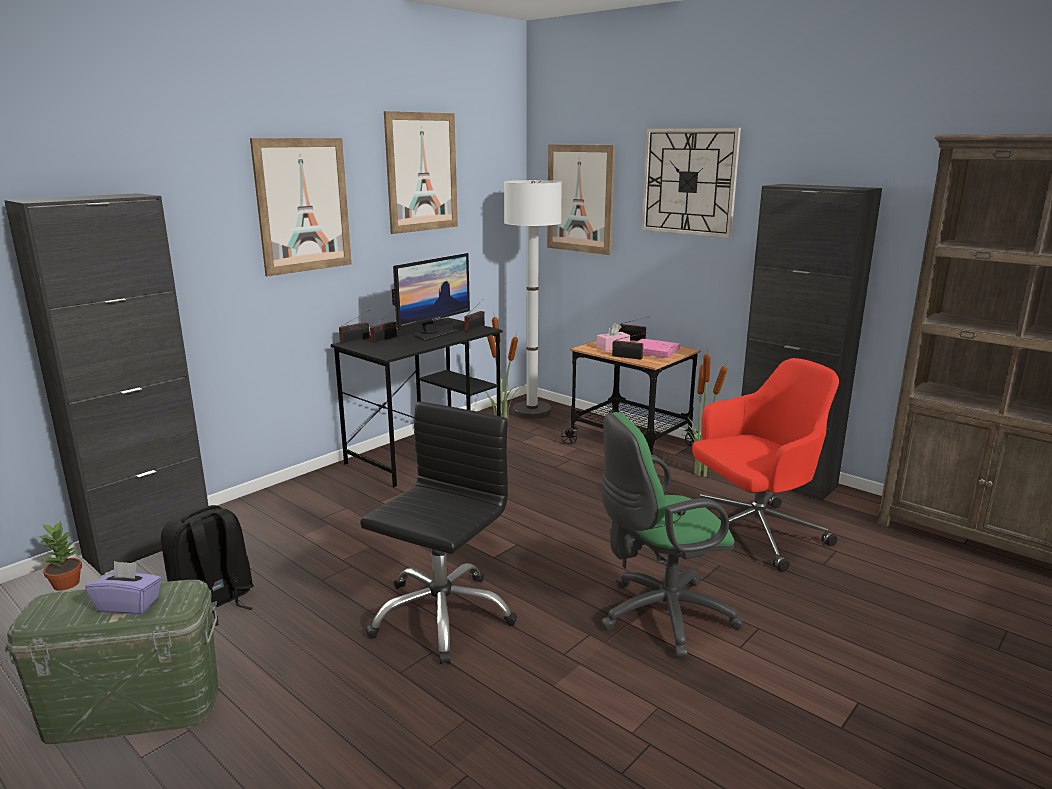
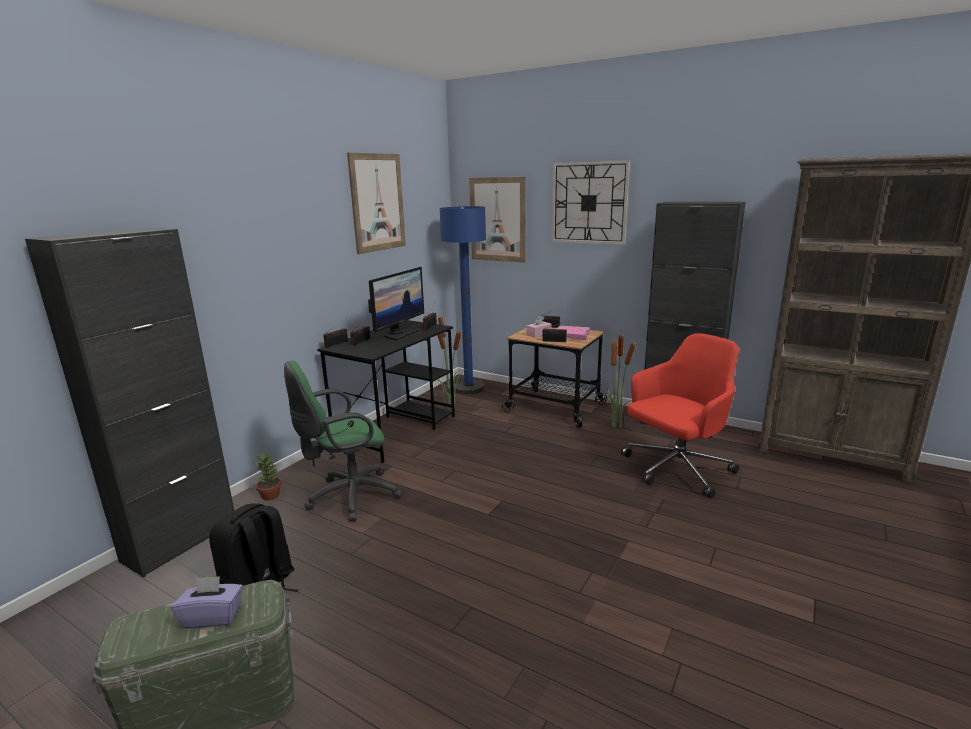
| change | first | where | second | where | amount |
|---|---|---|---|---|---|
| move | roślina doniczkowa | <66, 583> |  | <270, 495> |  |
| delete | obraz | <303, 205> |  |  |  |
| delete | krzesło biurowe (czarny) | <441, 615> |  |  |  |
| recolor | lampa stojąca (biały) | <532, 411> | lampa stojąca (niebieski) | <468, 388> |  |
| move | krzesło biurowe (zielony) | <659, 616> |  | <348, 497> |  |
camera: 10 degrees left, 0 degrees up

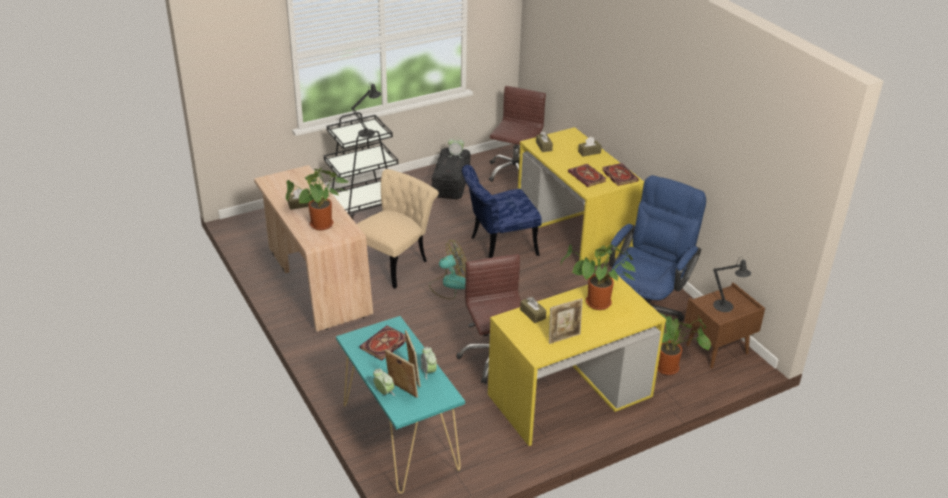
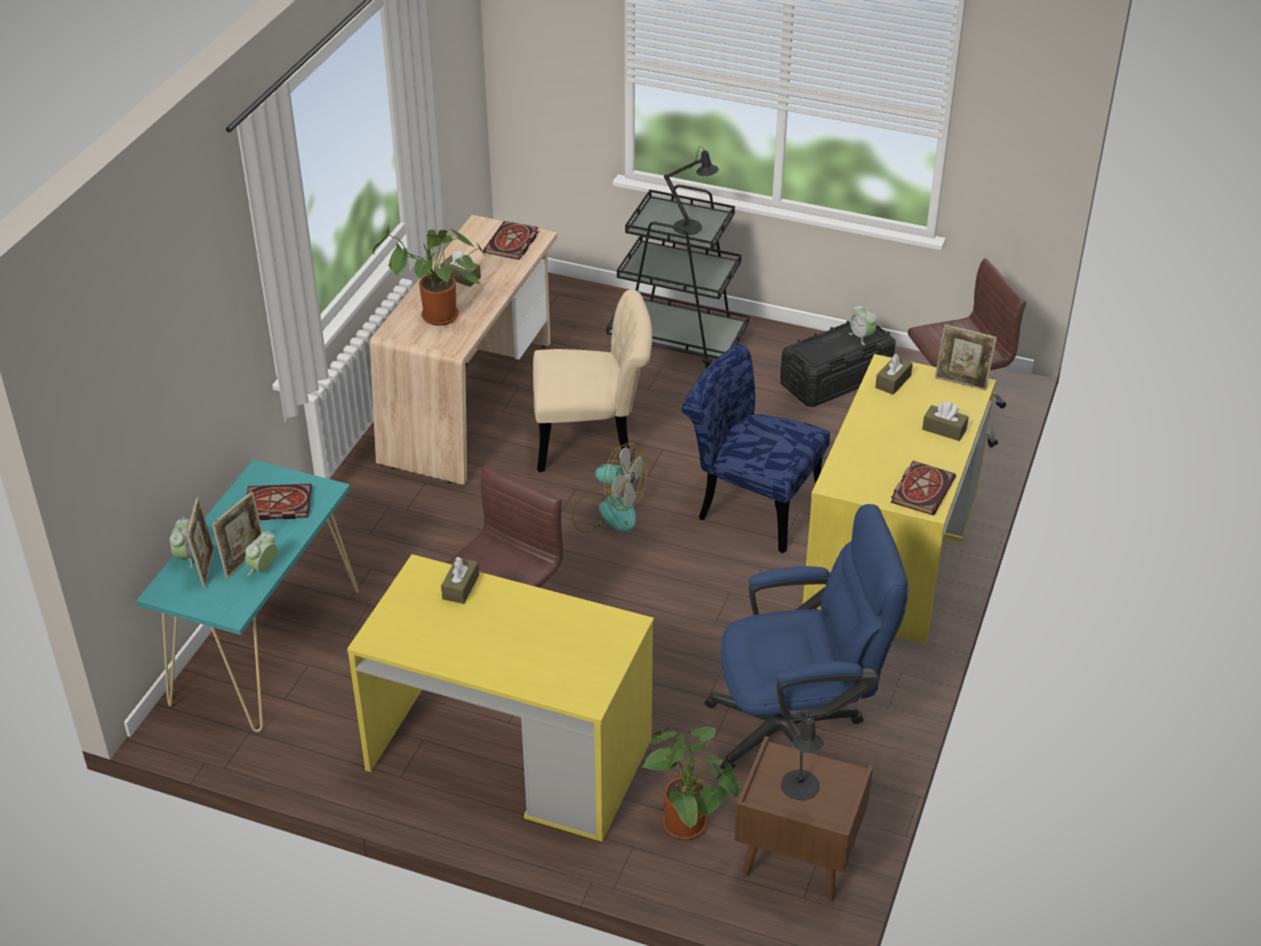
| change | first | where | second | where | amount |
|---|---|---|---|---|---|
| move | ramka na zdjęcie | <564, 337> |  | <961, 382> |  |
| delete | roślina doniczkowa | <596, 305> |  |  |  |
| move | książka | <588, 177> |  | <512, 244> |  |
camera: 50 degrees right, 5 degrees up

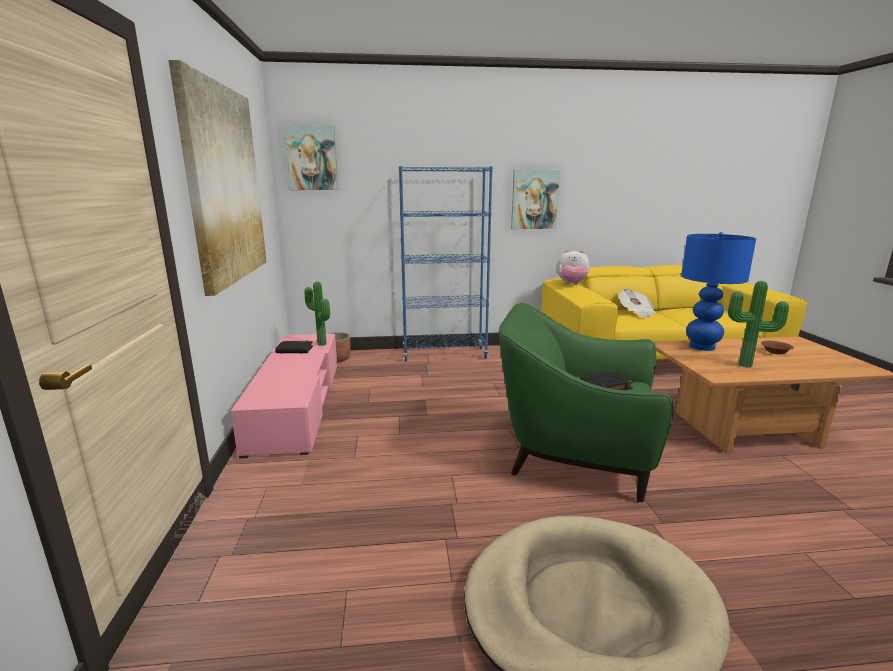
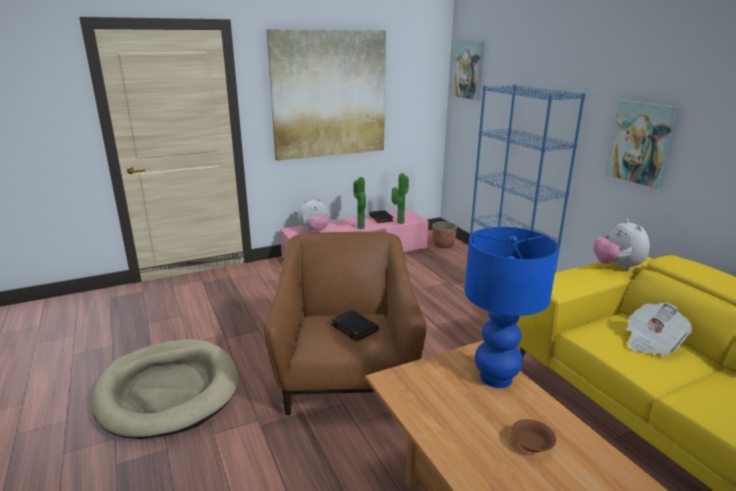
| change | first | where | second | where | amount |
|---|---|---|---|---|---|
| recolor | fotel (zielony) | <575, 455> | fotel (brązowy) | <346, 376> |  |
| move | roślina doniczkowa | <746, 366> |  | <359, 228> |  |
| insert |  |  | pluszak | <315, 231> |  |
camera: 70 degrees right, 5 degrees up

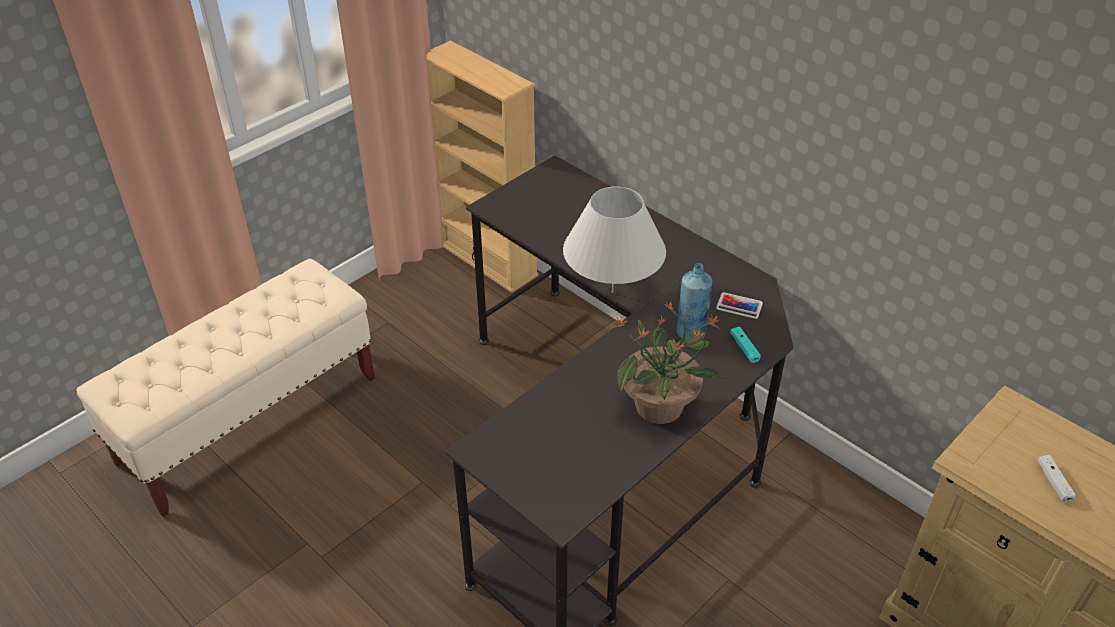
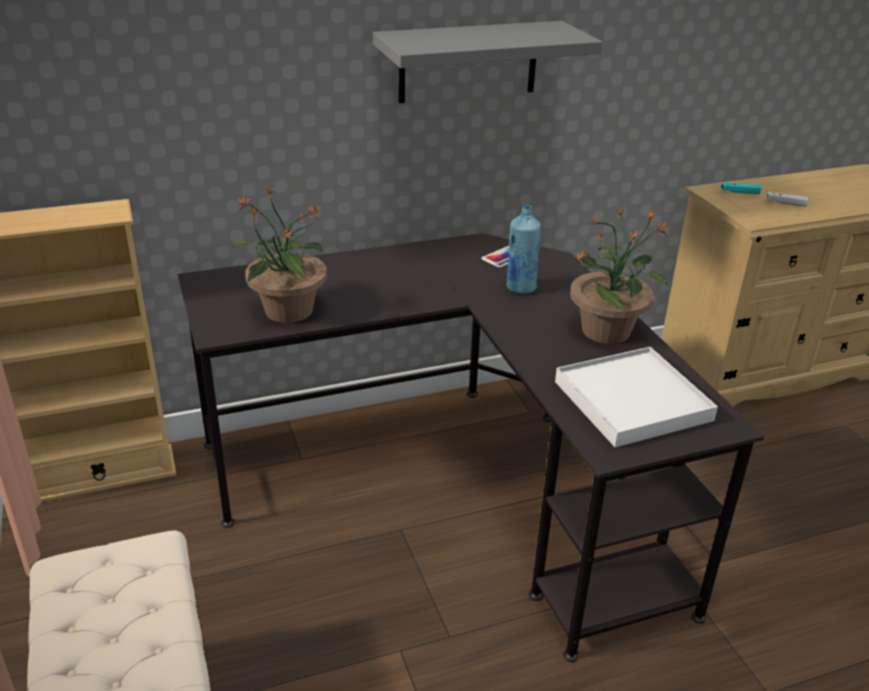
| change | first | where | second | where | amount |
|---|---|---|---|---|---|
| delete | lampa stołowa (biały) | <612, 292> |  |  |  |
| move | pad do gier (turkusowy) | <744, 348> |  | <740, 192> |  |
| insert |  |  | roślina doniczkowa | <287, 311> |  |
| insert |  |  | półka (szary) | <468, 62> |  |
| insert |  |  | taca (biały) | <631, 401> |  |
camera: 65 degrees left, 10 degrees down

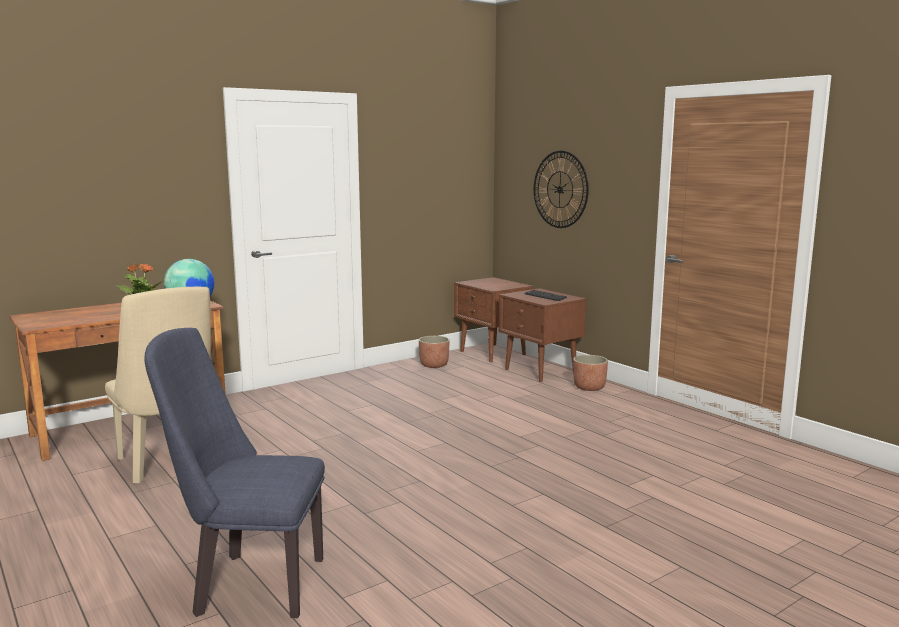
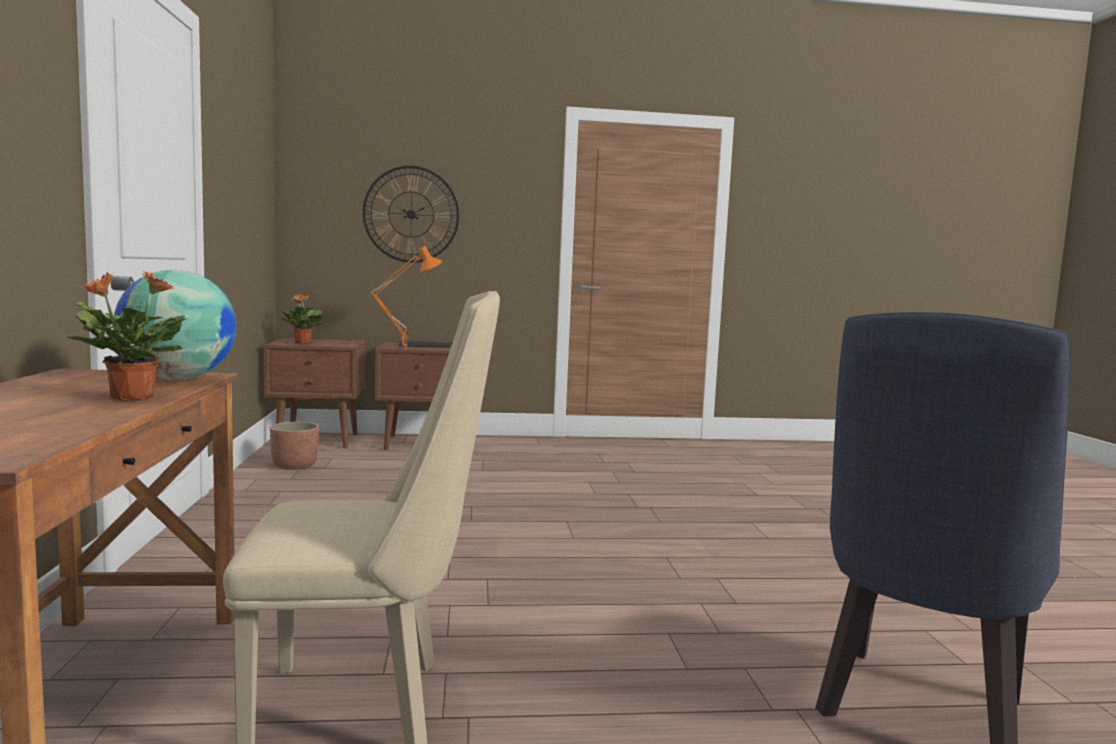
| change | first | where | second | where | amount |
|---|---|---|---|---|---|
| delete | donica | <589, 387> |  |  |  |
| insert |  |  | roślina doniczkowa | <302, 343> |  |
| insert |  |  | lampa stołowa (pomarańczowy) | <405, 348> |  |
camera: 60 degrees left, 5 degrees down

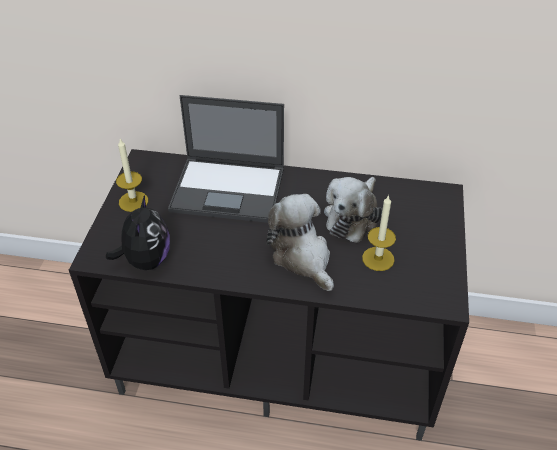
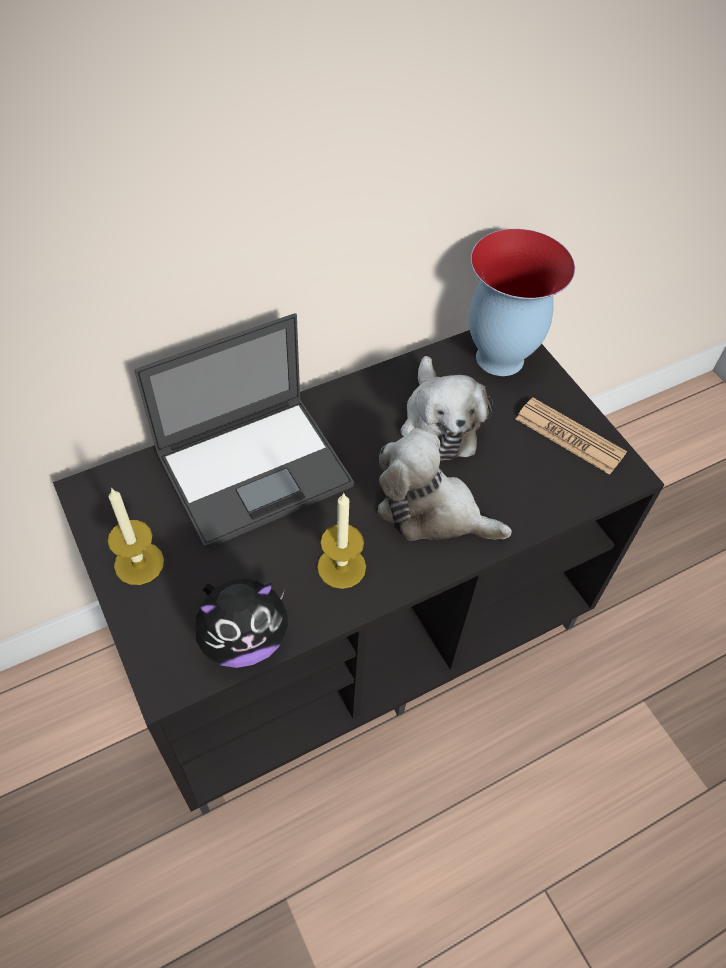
| change | first | where | second | where | amount |
|---|---|---|---|---|---|
| rotate | pluszak | <146, 260> |  | <244, 639> | 105 degrees clockwise |
| move | świeca | <378, 259> |  | <341, 567> |  |
| insert |  |  | wazon | <498, 357> |  |
| insert |  |  | gazeta | <569, 436> |  |
camera: 40 degrees left, 10 degrees up

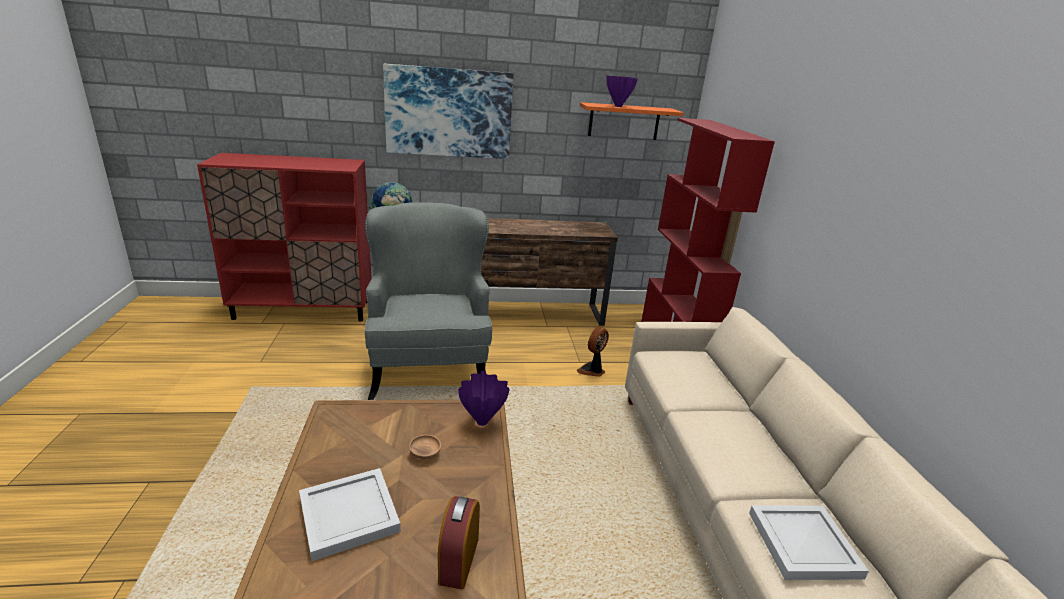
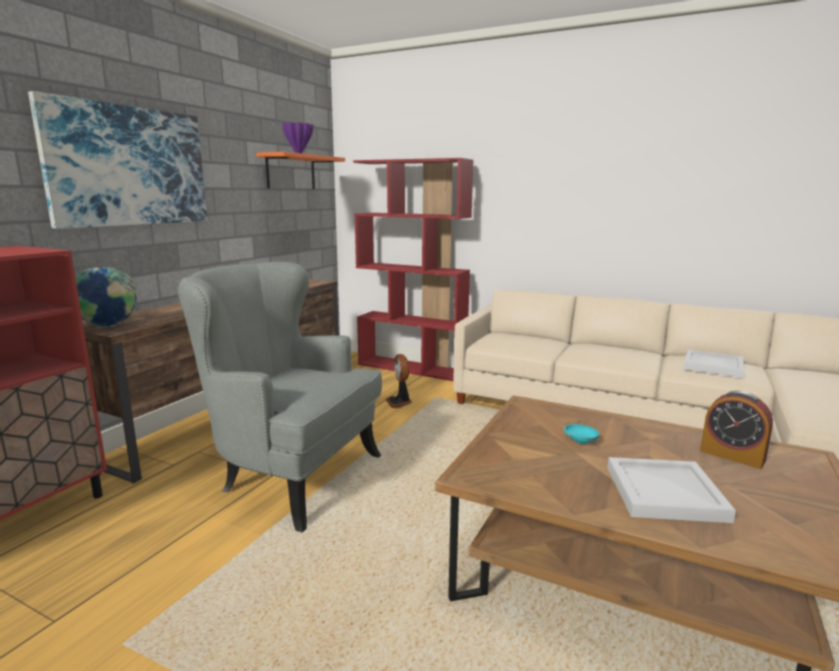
| change | first | where | second | where | amount |
|---|---|---|---|---|---|
| recolor | miska (brązowy) | <425, 454> | miska (turkusowy) | <580, 441> |  |
| delete | wazon (fioletowy) | <482, 423> |  |  |  |
camera: 55 degrees left, 10 degrees down

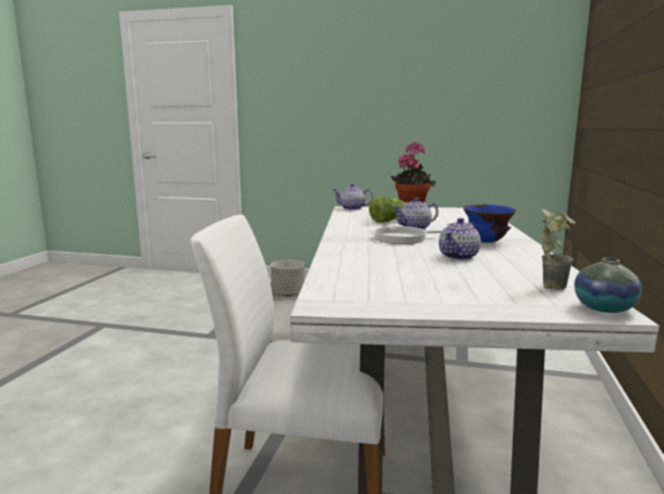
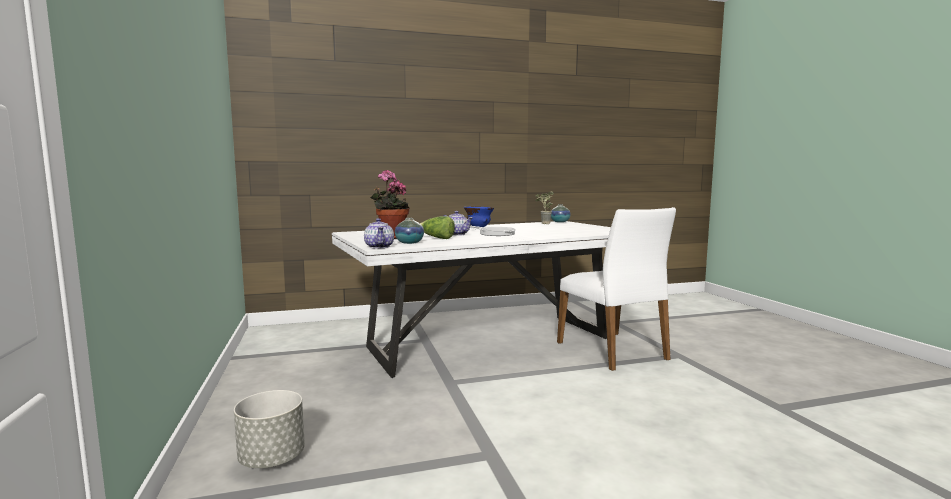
| change | first | where | second | where | amount |
|---|---|---|---|---|---|
| delete | imbryk | <459, 256> |  |  |  |
| insert |  |  | wazon | <409, 243> |  |
camera: 120 degrees left, 5 degrees down

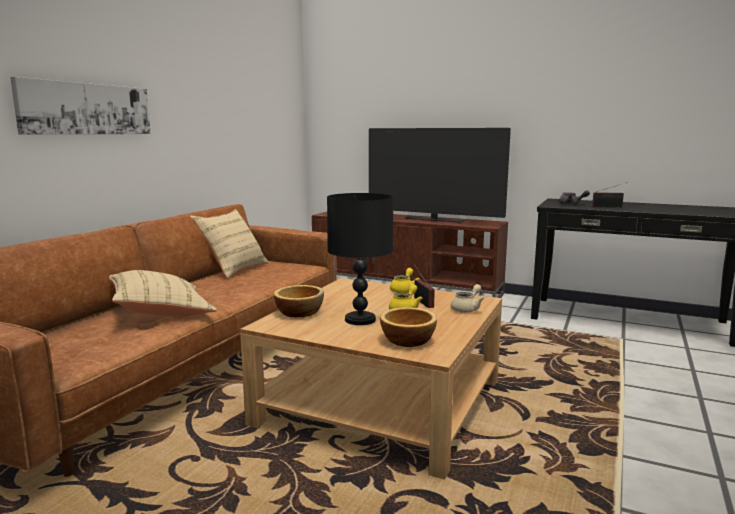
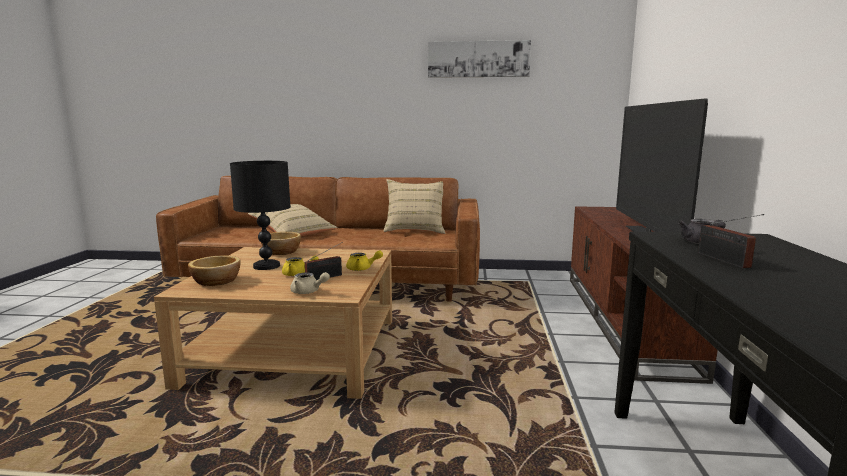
| change | first | where | second | where | amount |
|---|---|---|---|---|---|
| move | obraz | <86, 109> |  | <478, 59> |  |
camera: 70 degrees right, 0 degrees up

